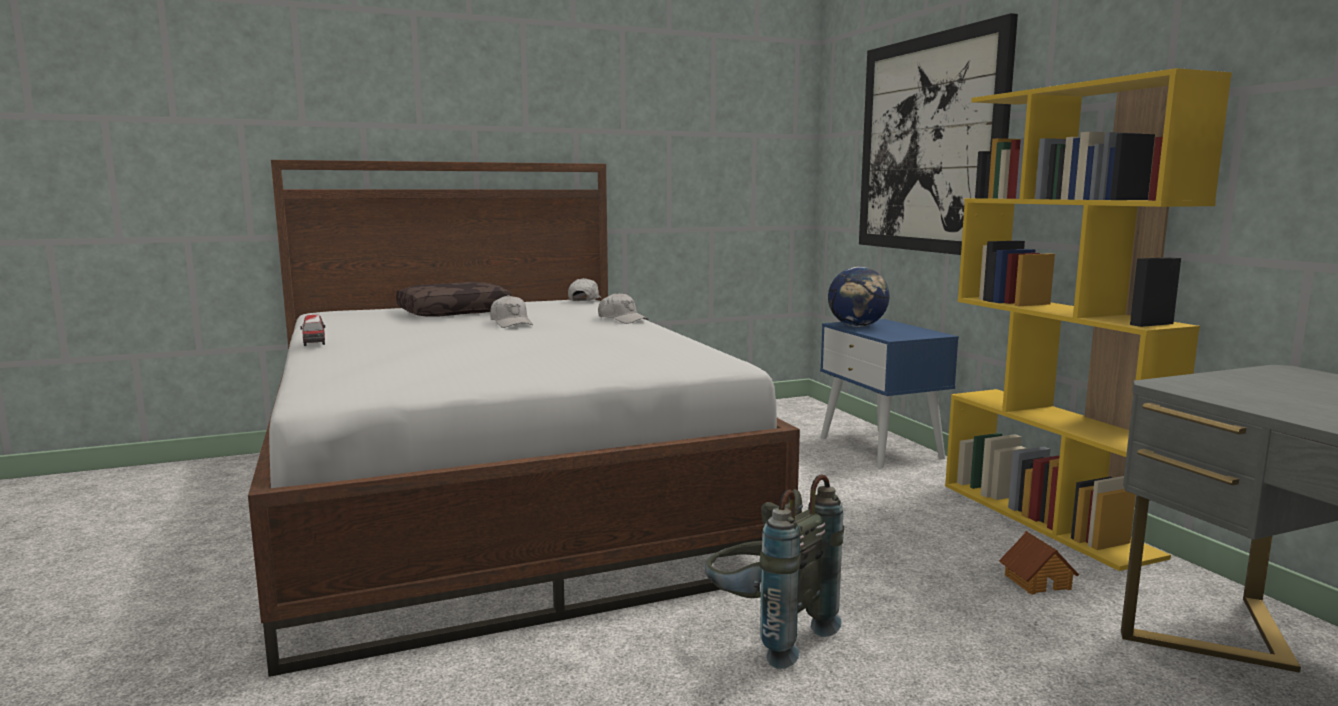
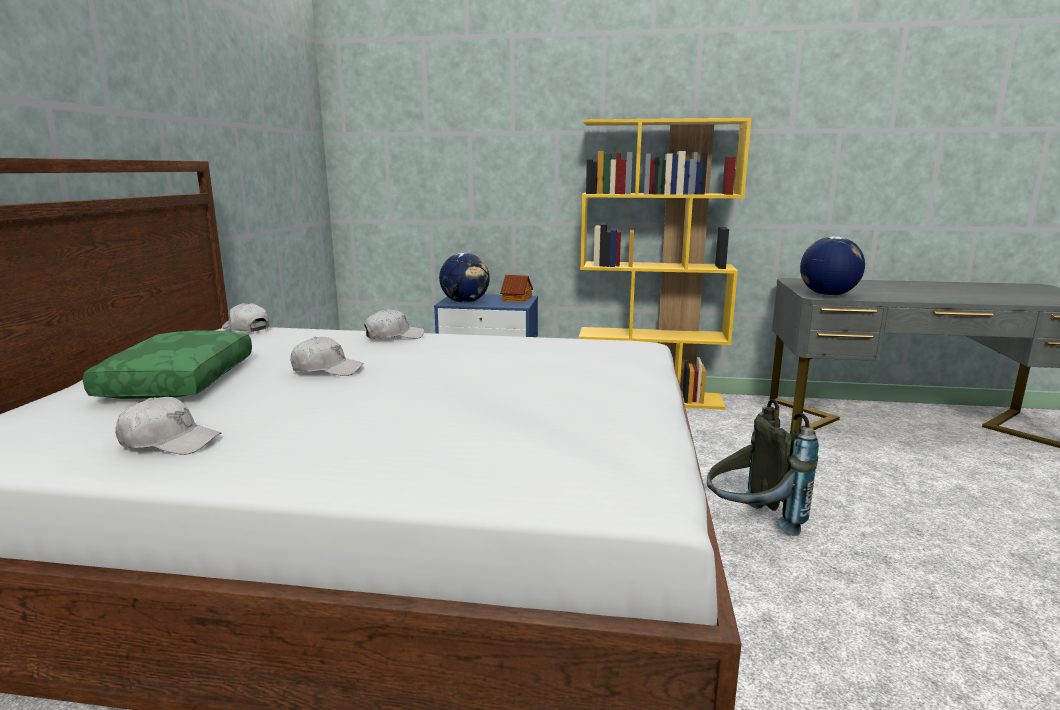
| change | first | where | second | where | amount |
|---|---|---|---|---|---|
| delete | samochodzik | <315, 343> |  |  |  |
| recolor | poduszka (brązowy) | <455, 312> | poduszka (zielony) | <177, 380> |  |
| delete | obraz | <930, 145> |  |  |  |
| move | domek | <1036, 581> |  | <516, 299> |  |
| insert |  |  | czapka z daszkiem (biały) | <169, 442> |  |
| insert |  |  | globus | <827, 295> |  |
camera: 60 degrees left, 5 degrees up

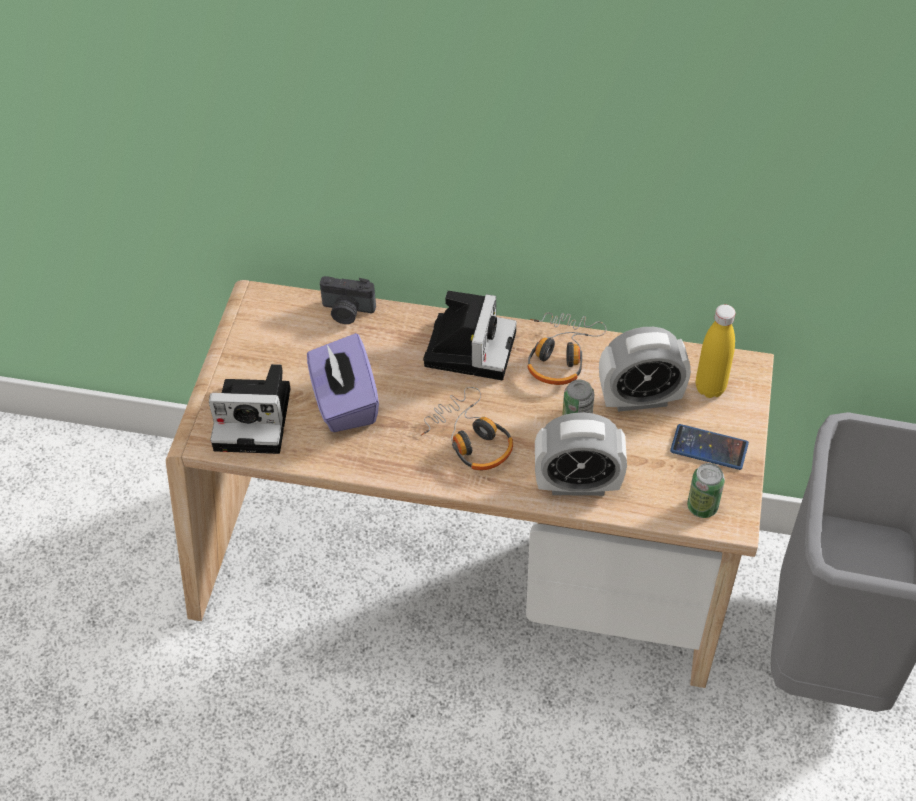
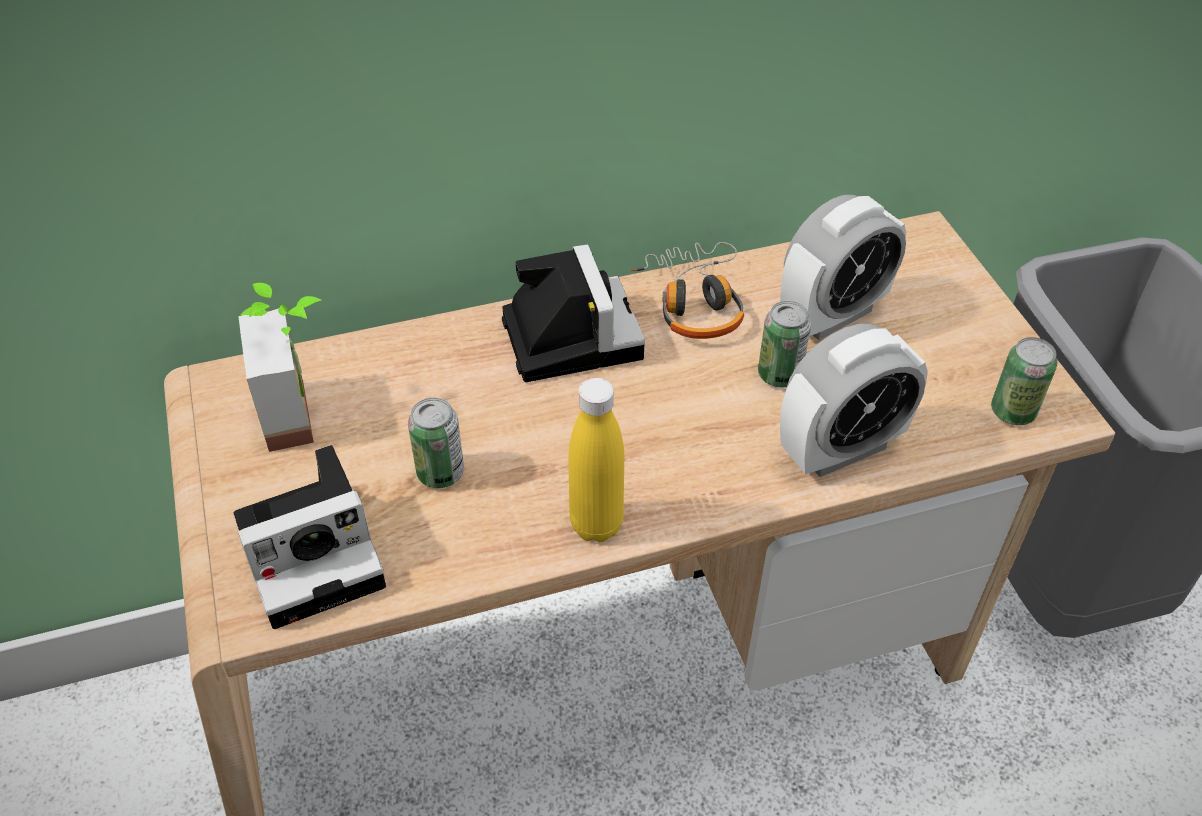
| change | first | where | second | where | amount |
|---|---|---|---|---|---|
| replace | pudełko chusteczek (fioletowy) | <344, 402> | puszka | <440, 473> |  |
| delete | aparat fotograficzny | <347, 311> |  |  |  |
| delete | słuchawki | <470, 439> |  |  |  |
| delete | telefon | <709, 447> |  |  |  |
| move | butelka (żółty) | <710, 388> |  | <596, 525> |  |
| insert |  |  | roślina doniczkowa | <305, 411> |  |
camera: 30 degrees left, 5 degrees down

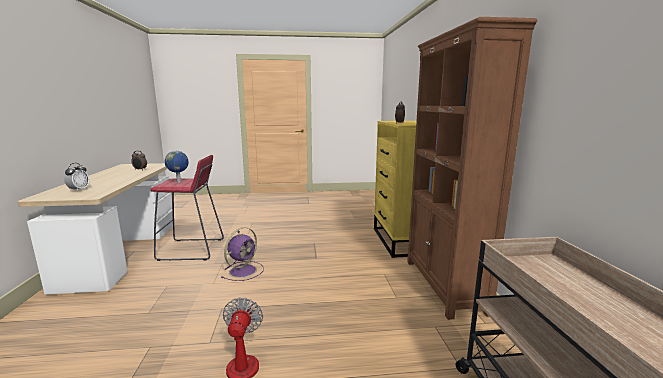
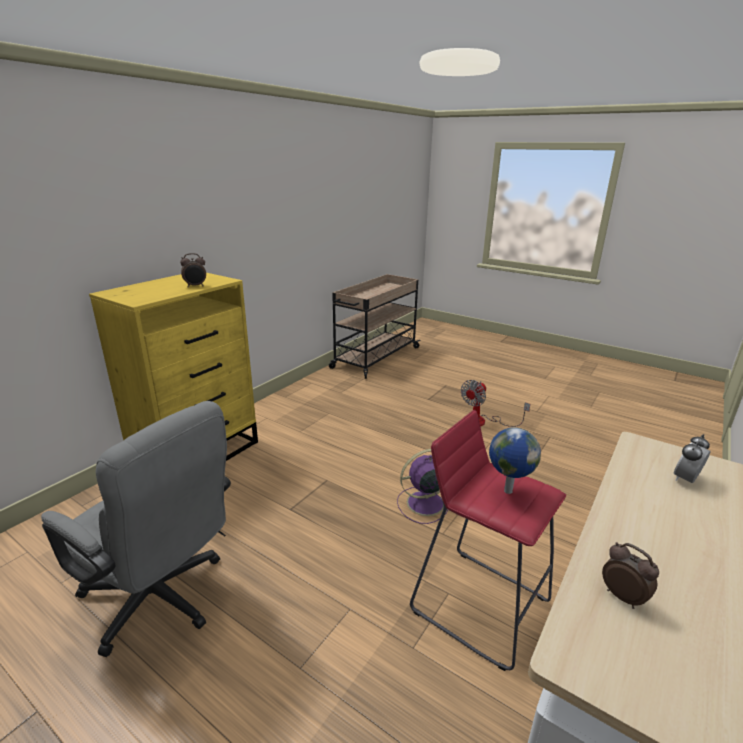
| change | first | where | second | where | amount |
|---|---|---|---|---|---|
| delete | regał (brązowy) | <444, 286> |  |  |  |
| insert |  |  | krzesło biurowe (szary) | <162, 600> |  |
camera: 140 degrees left, 10 degrees up

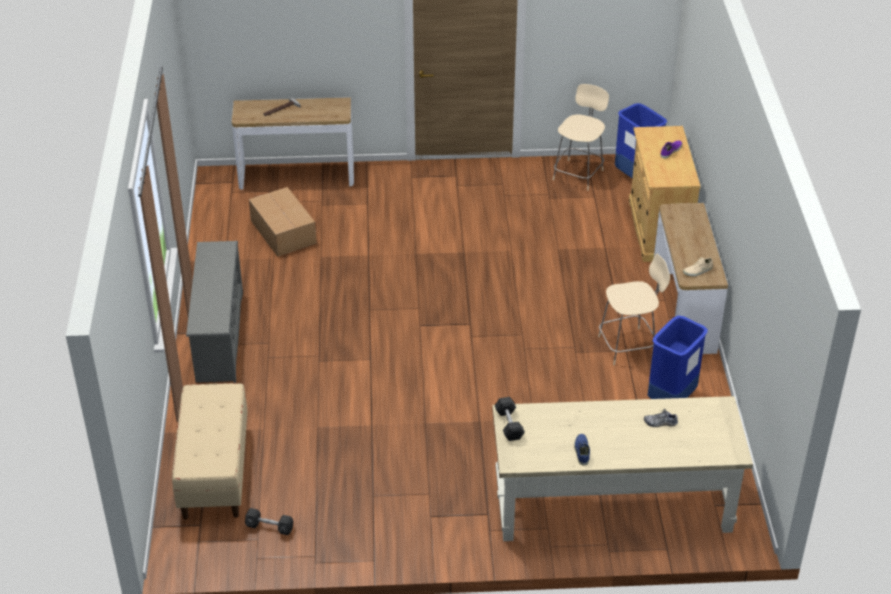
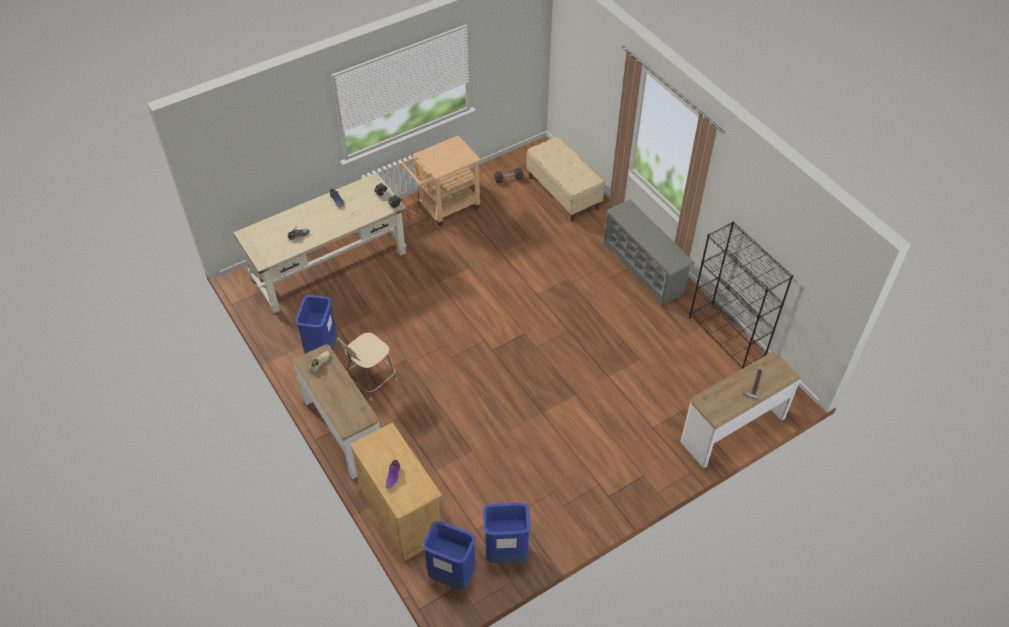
| change | first | where | second | where | amount |
|---|---|---|---|---|---|
| delete | karton | <283, 231> |  |  |  |
| replace | stołek (beżowy) | <579, 174> | kosz na śmieci (niebieski) | <506, 554> |  |
| insert |  |  | wózek (beżowy) | <444, 207> |  |
| insert |  |  | regał (czarny) | <727, 337> |  |
camera: 150 degrees right, 10 degrees up

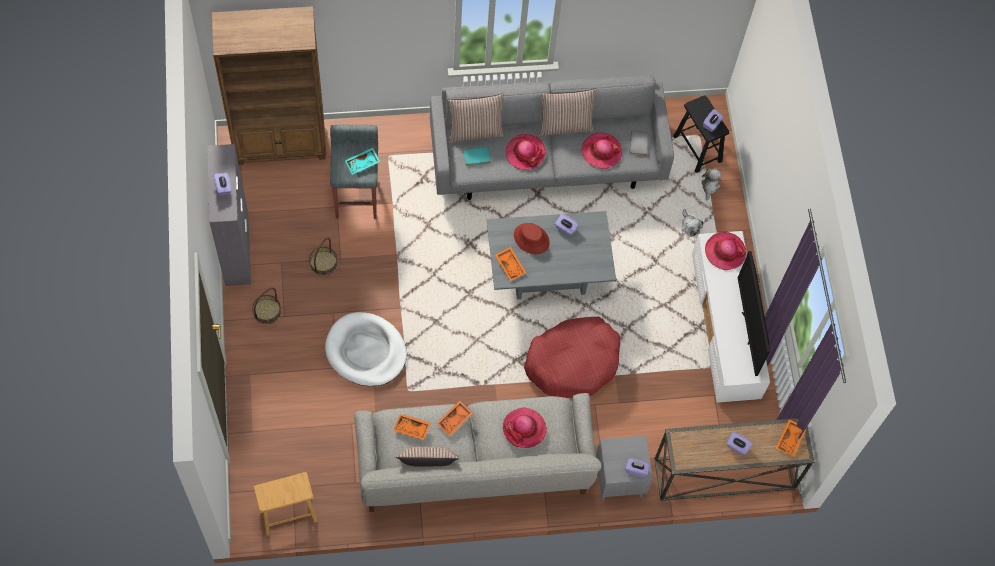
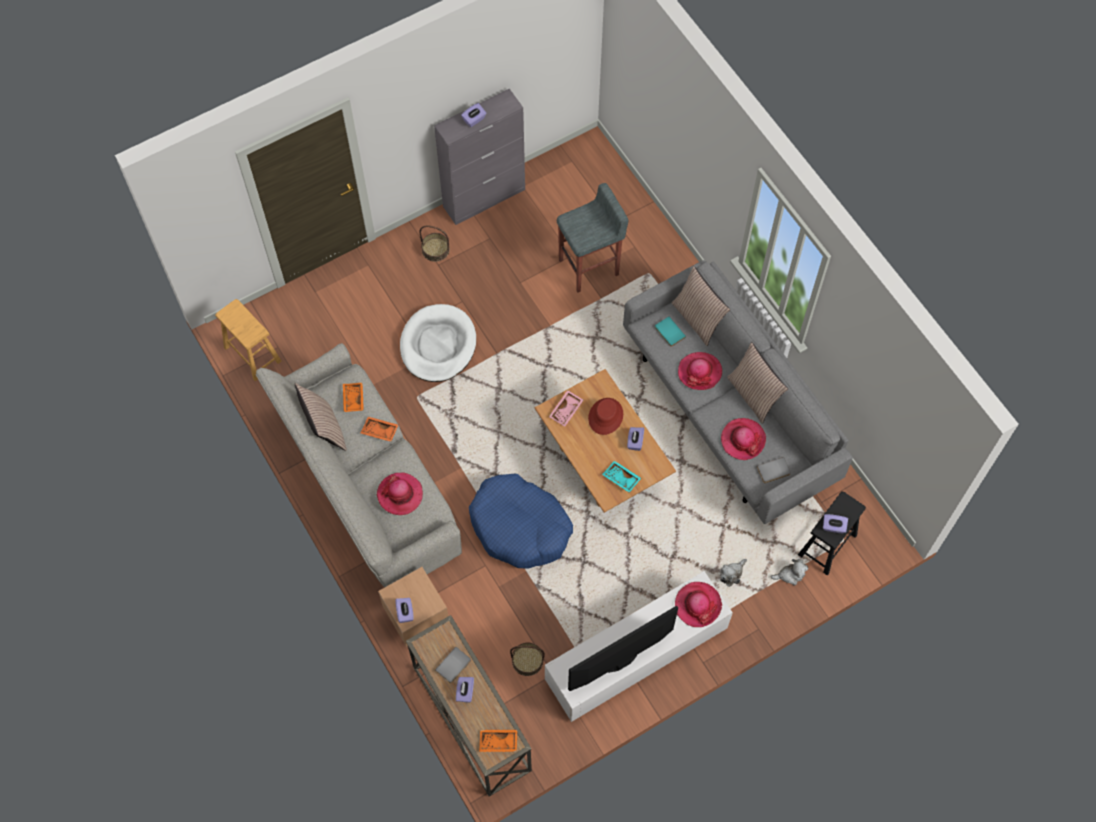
| change | first | where | second | where | amount |
|---|---|---|---|---|---|
| delete | regał (brązowy) | <281, 144> |  |  |  |
| move | koszyk | <323, 263> |  | <527, 660> |  |
| move | taca (turkusowy) | <362, 164> |  | <621, 479> |  |
| recolor | ława (szary) | <547, 273> | ława (brązowy) | <602, 463> |  |
| recolor | taca (pomarańczowy) | <510, 265> | taca (różowy) | <566, 410> |  |
| recolor | legowisko (czerwony) | <573, 362> | legowisko (niebieski) | <520, 526> |  |
| recolor | stolik (szary) | <619, 479> | stolik (brązowy) | <417, 620> |  |
| insert |  |  | książka (szary) | <454, 666> |  |
camera: 70 degrees right, 0 degrees up

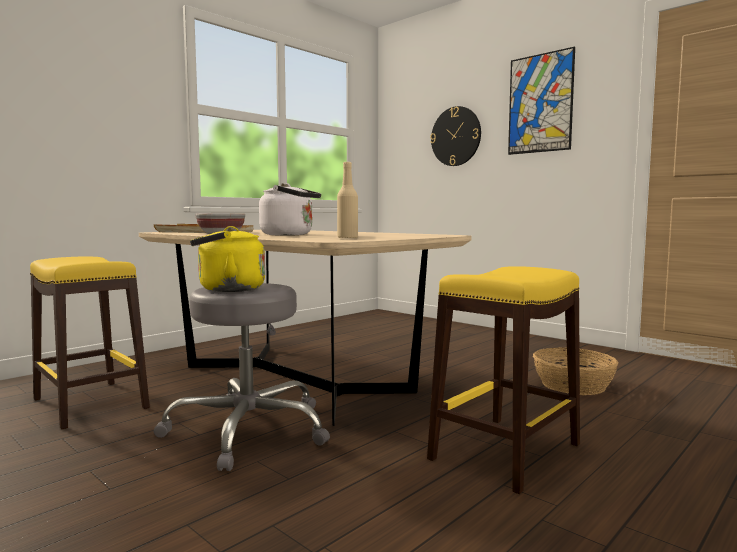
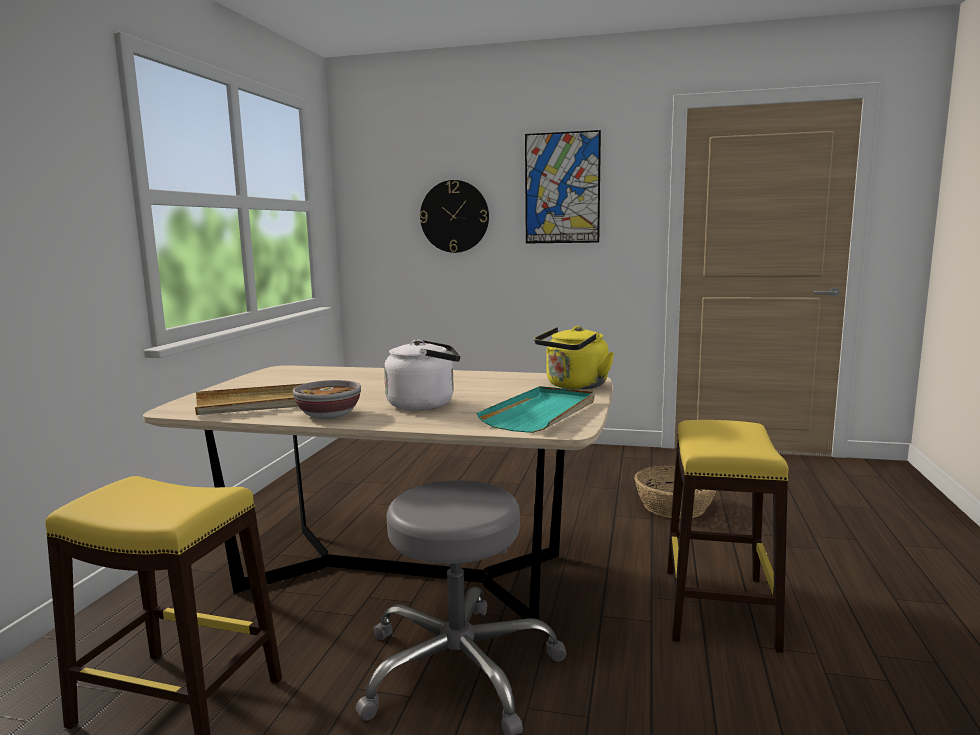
| change | first | where | second | where | amount |
|---|---|---|---|---|---|
| move | czajnik (żółty) | <227, 289> |  | <574, 386> |  |
| replace | butelka (beżowy) | <347, 238> | taca (turkusowy) | <541, 413> |  |
camera: 30 degrees left, 5 degrees up

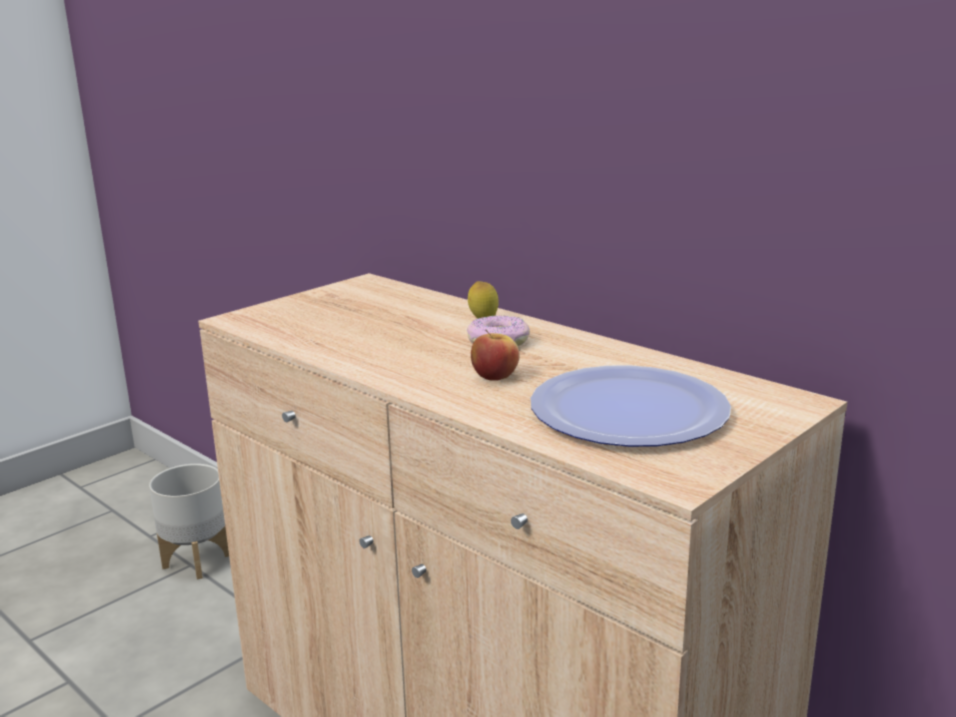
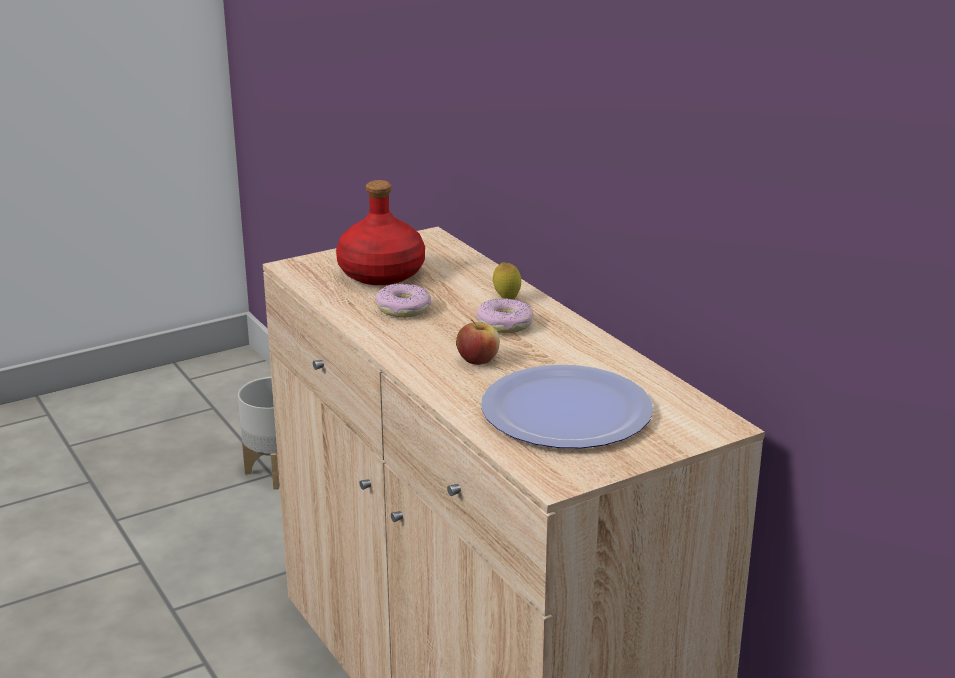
| change | first | where | second | where | amount |
|---|---|---|---|---|---|
| insert |  |  | butelka (czerwony) | <382, 274> |  |
| insert |  |  | donut | <403, 309> |  |
camera: 15 degrees right, 5 degrees up

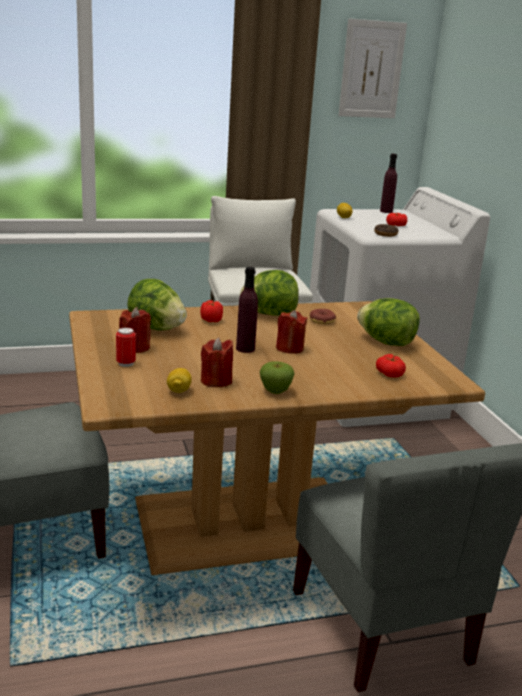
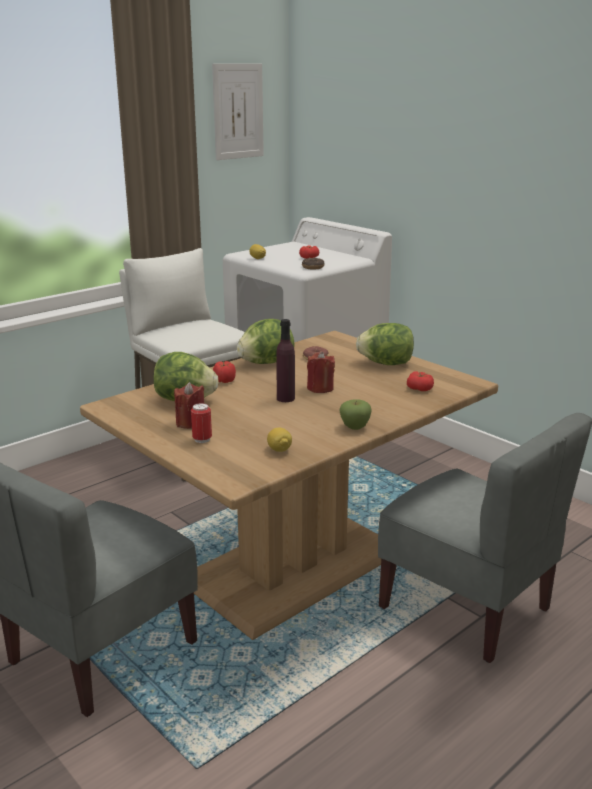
| change | first | where | second | where | amount |
|---|---|---|---|---|---|
| delete | świeca (czerwony) | <216, 381> |  |  |  |
| delete | butelka (fioletowy) | <386, 211> |  |  |  |
camera: 25 degrees left, 0 degrees up

